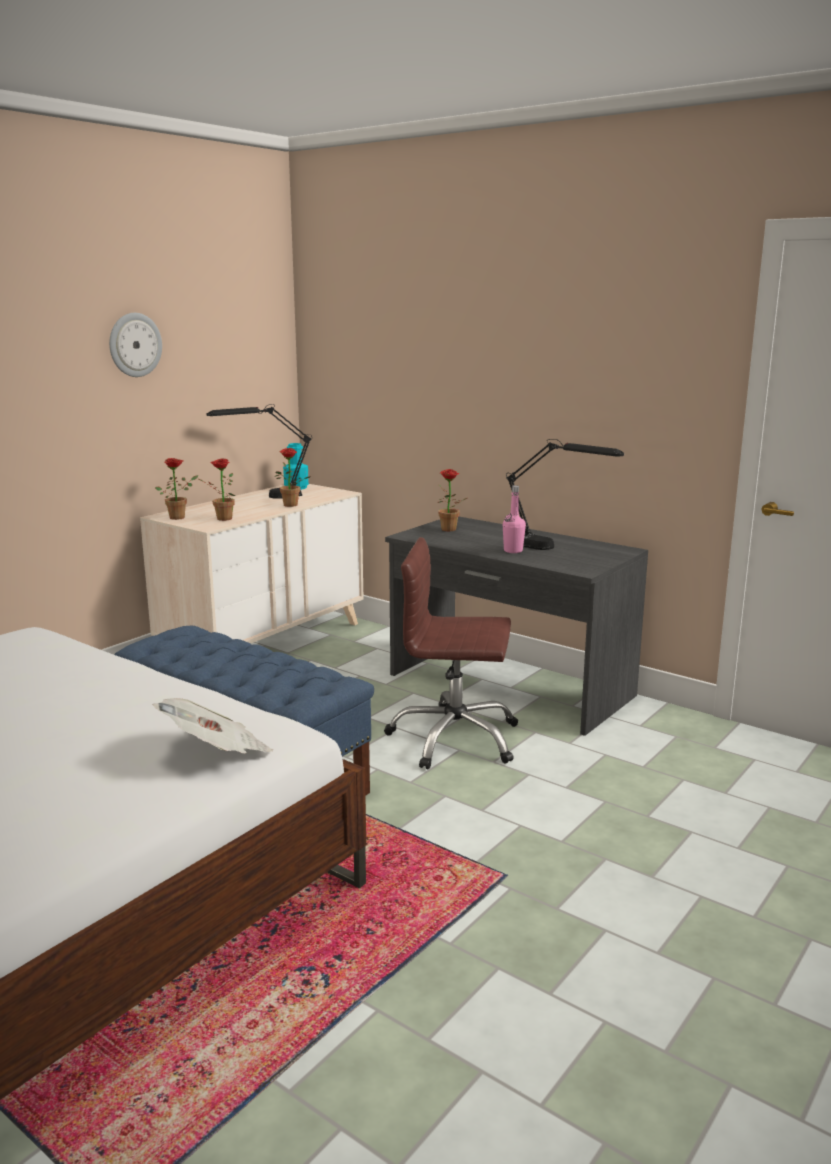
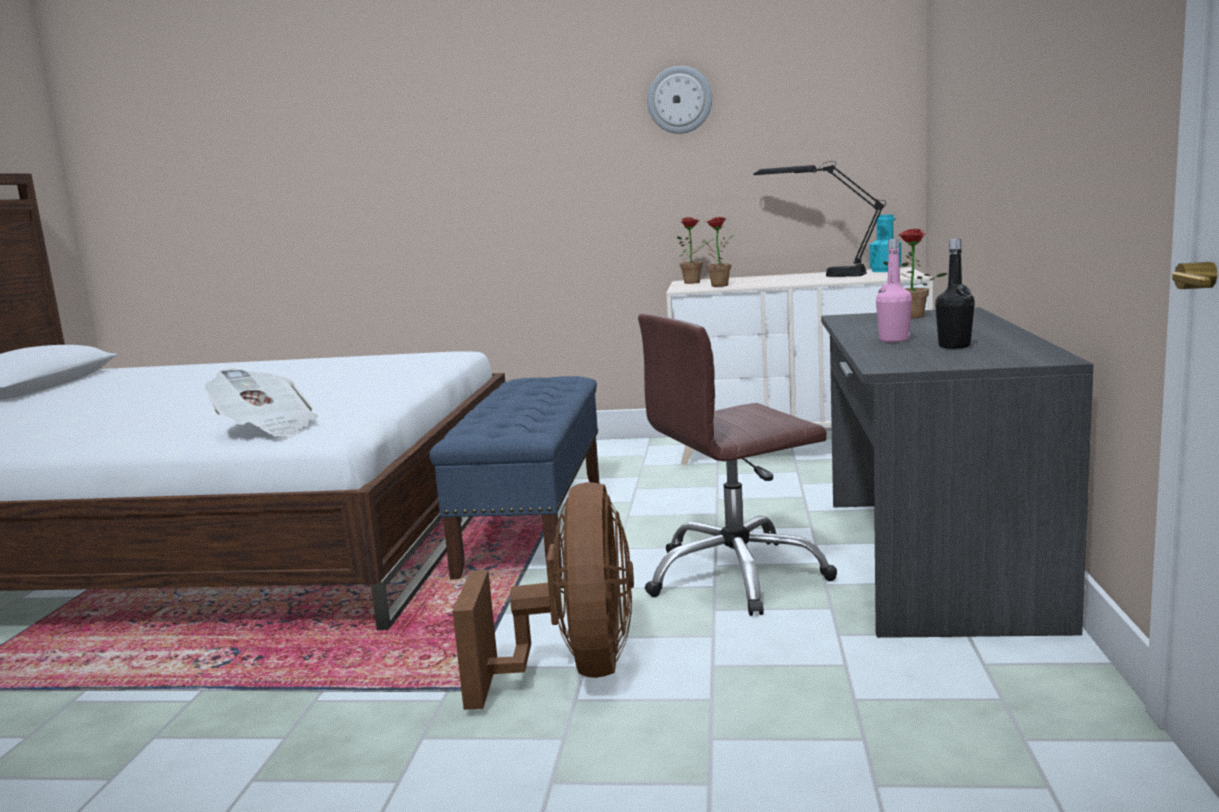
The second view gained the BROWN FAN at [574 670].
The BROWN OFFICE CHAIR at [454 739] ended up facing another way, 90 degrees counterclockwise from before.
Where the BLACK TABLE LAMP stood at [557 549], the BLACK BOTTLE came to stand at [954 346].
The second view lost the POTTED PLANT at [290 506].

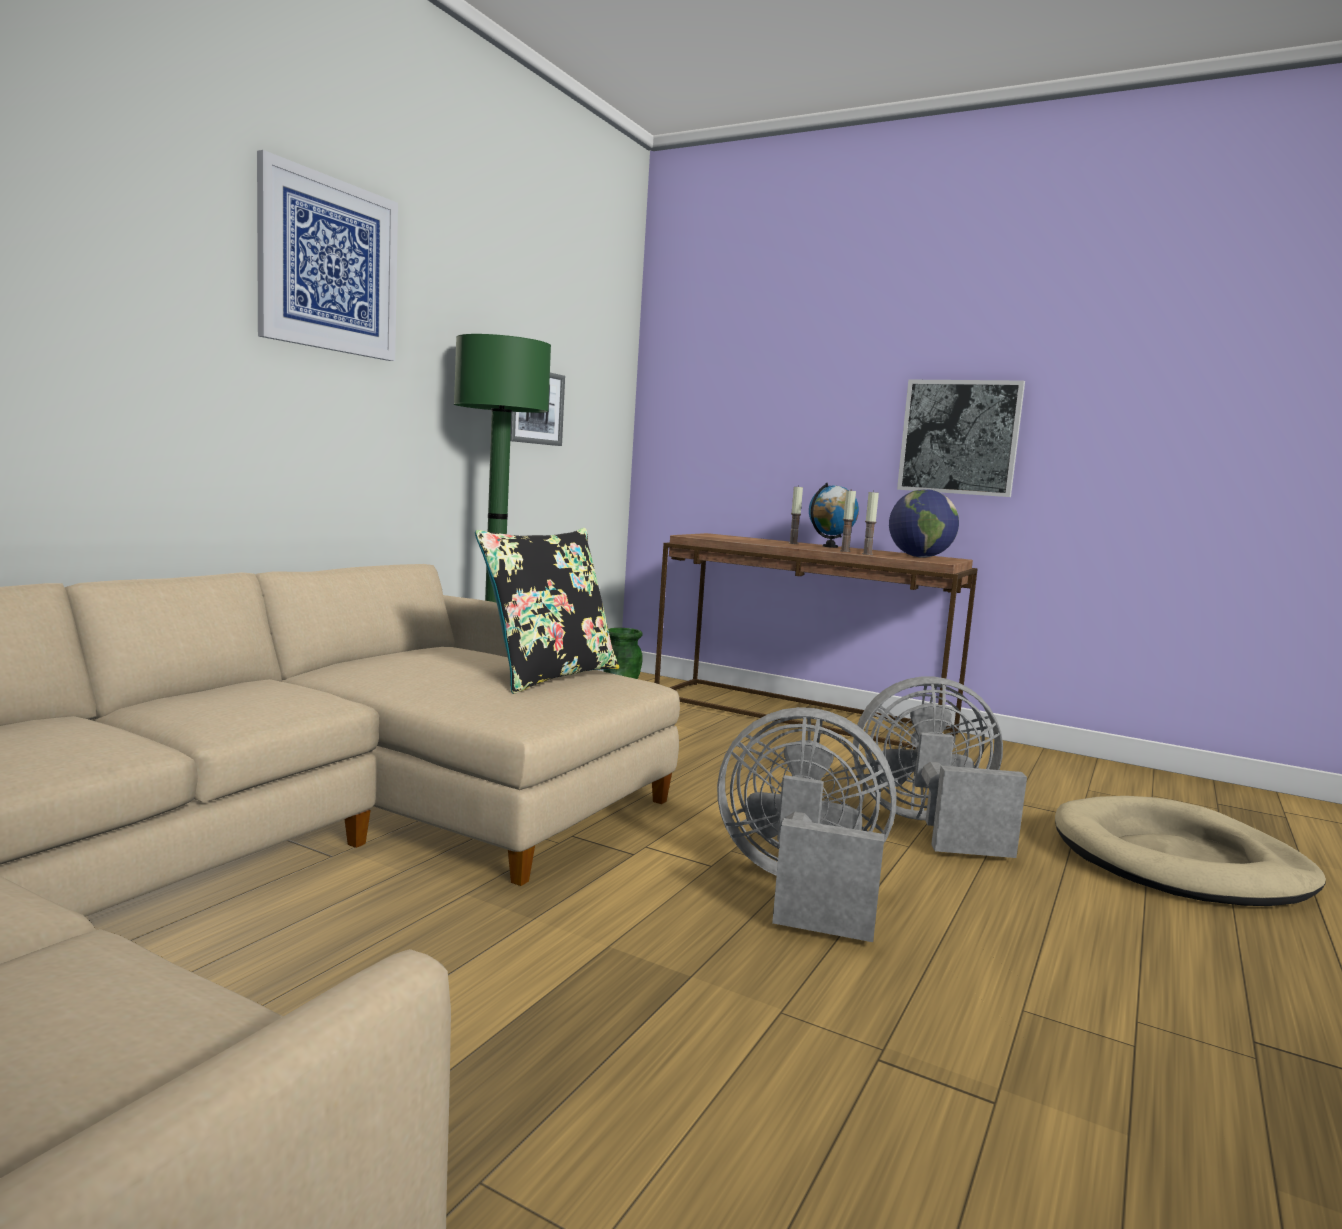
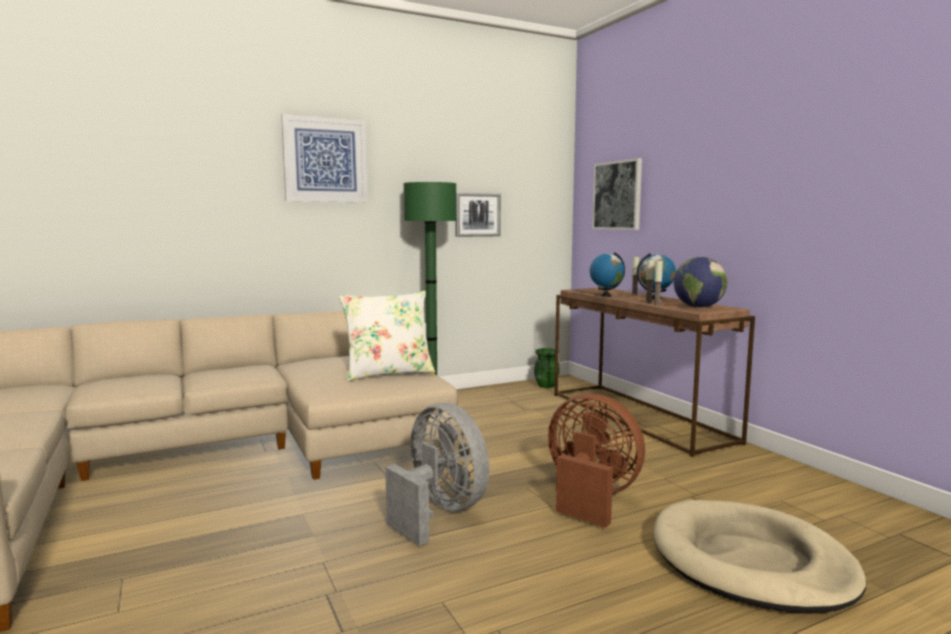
What was the BLACK PILLOW at [548 676] turned into the WHITE PILLOW at [388 373].
What was the GREY FAN at [928 826] turned into the BROWN FAN at [590 497].
The second view gained the GLOBE at [606 295].
The PICTURE ended up elsewhere, having gone from [959 437] to [617 195].

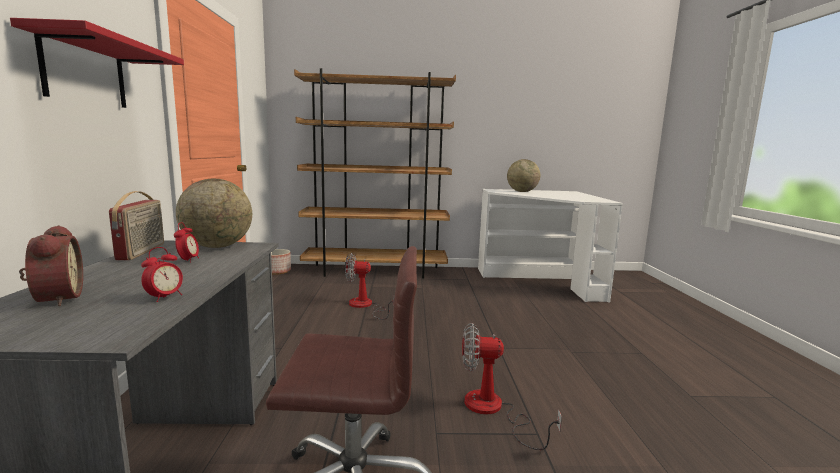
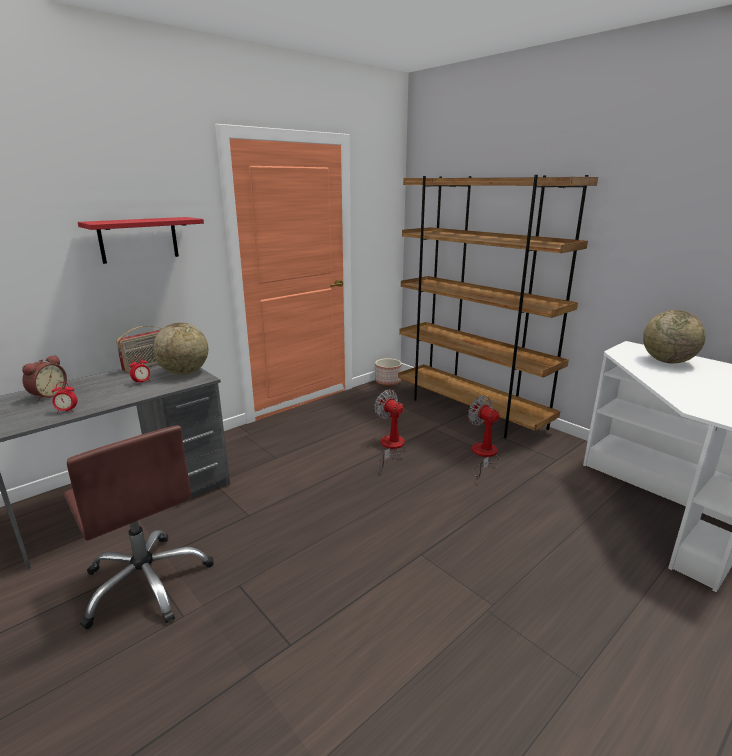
The FAN ended up elsewhere, having gone from [493 410] to [483 455].

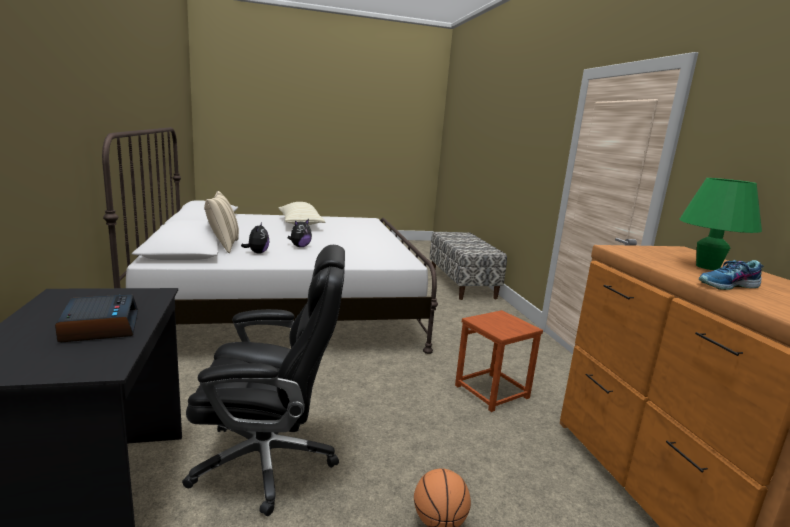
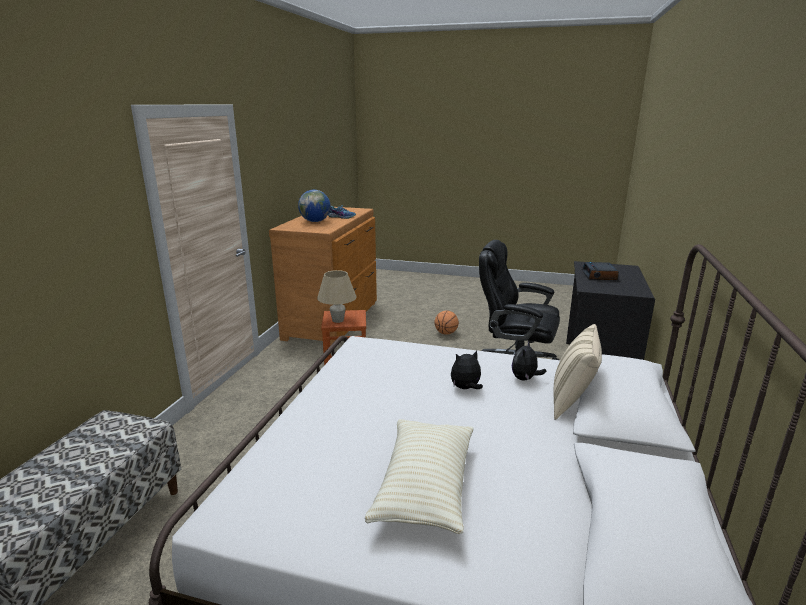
Where the GREEN TABLE LAMP stood at [707 267], the GLOBE came to stand at [315 221].
The second view gained the BEIGE TABLE LAMP at [338 320].

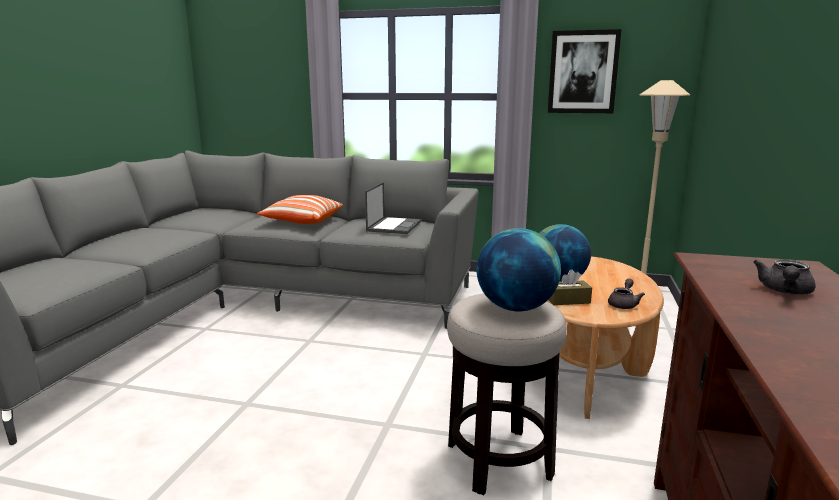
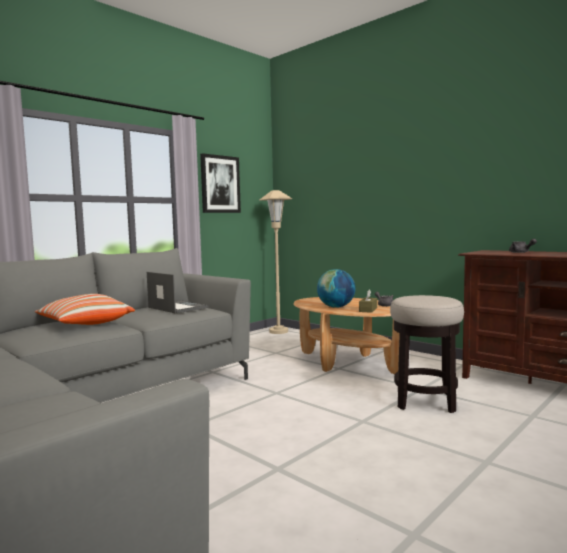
The second view lost the GLOBE at [515 308].

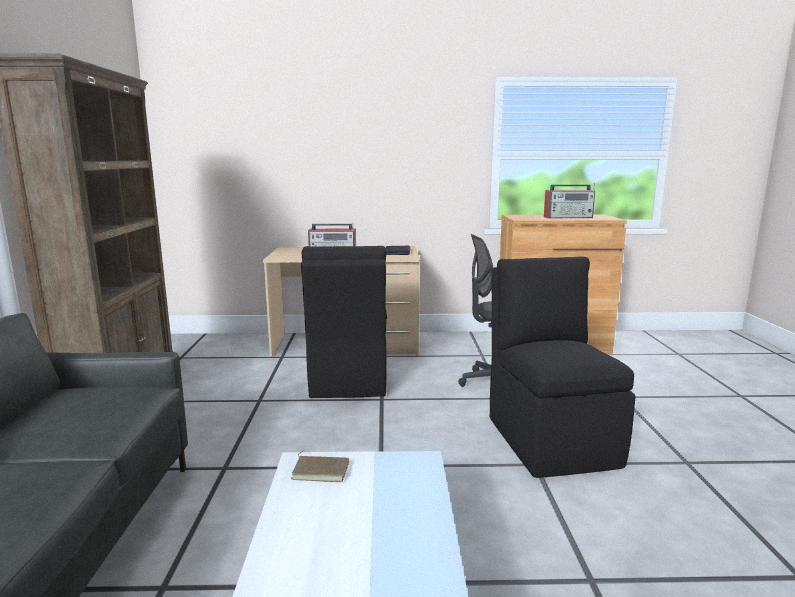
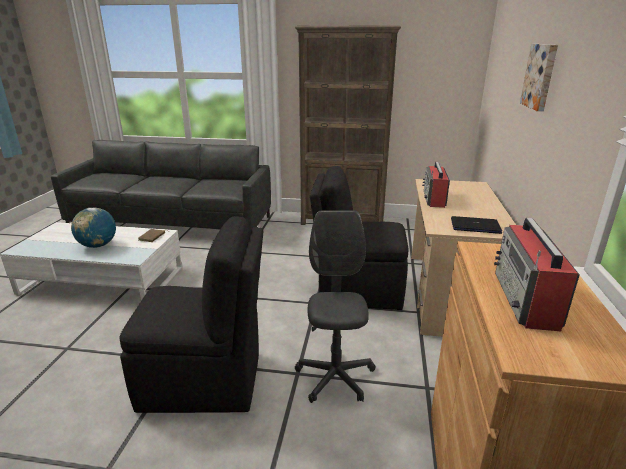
The second view gained the GLOBE at [98 245].
The second view gained the PICTURE at [541 76].

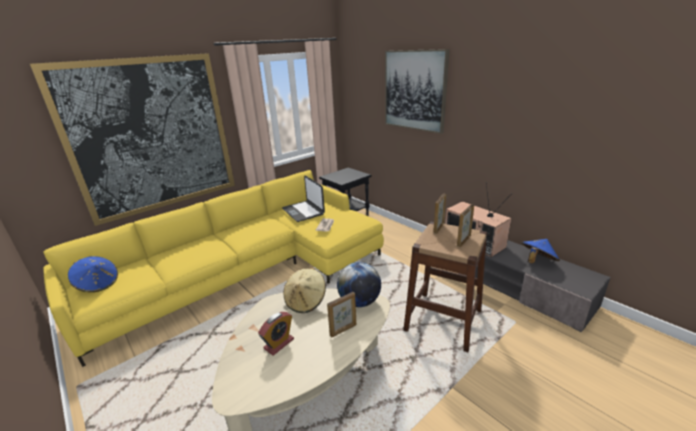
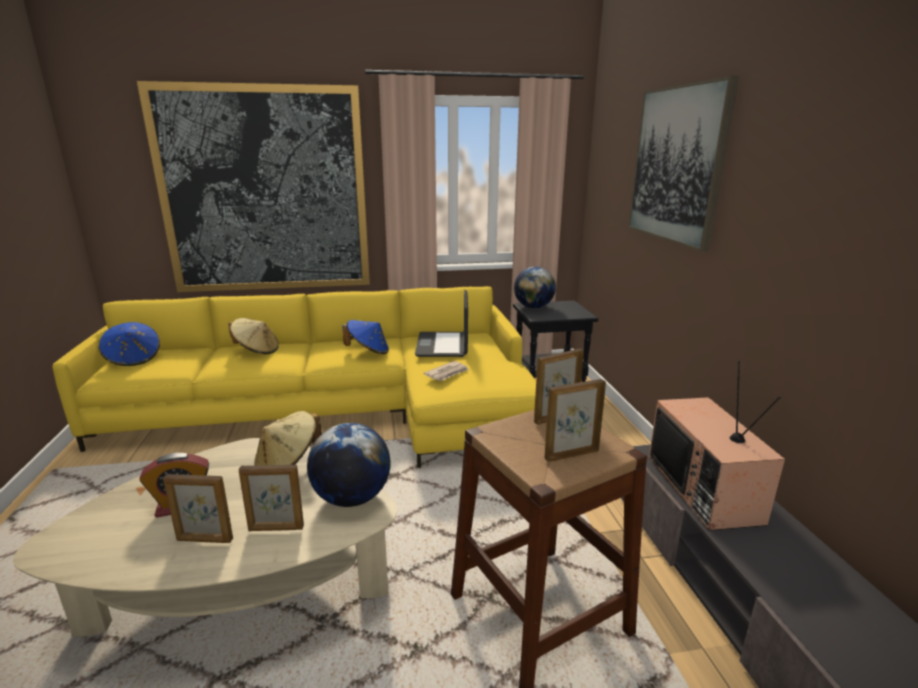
The second view gained the PICTURE FRAME at [204 540].
The second view gained the BEIGE HAT at [256 350].
The BLUE HAT ended up elsewhere, having gone from [537 261] to [368 352].
The second view gained the GLOBE at [533 307].

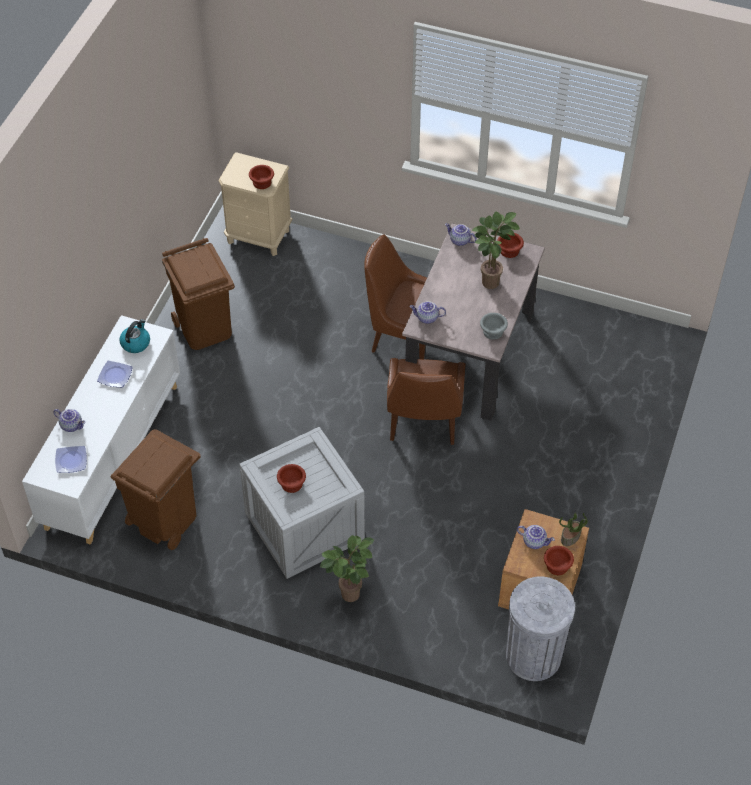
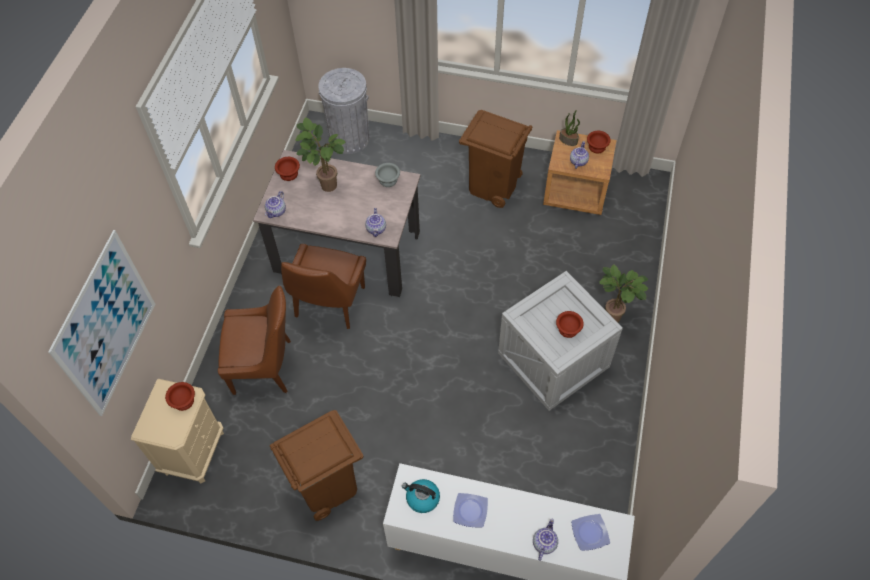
The second view gained the PICTURE at [106 325].
The BROWN CHAIR ended up elsewhere, having gone from [423 423] to [265 366].
The GREY TRASH CAN ended up elsewhere, having gone from [533 656] to [349 138].
The BROWN TRASH CAN ended up elsewhere, having gone from [164 520] to [493 186].

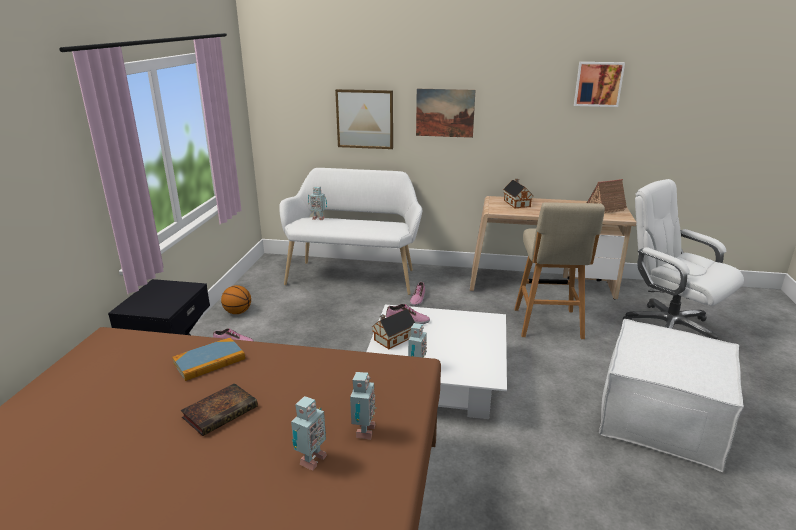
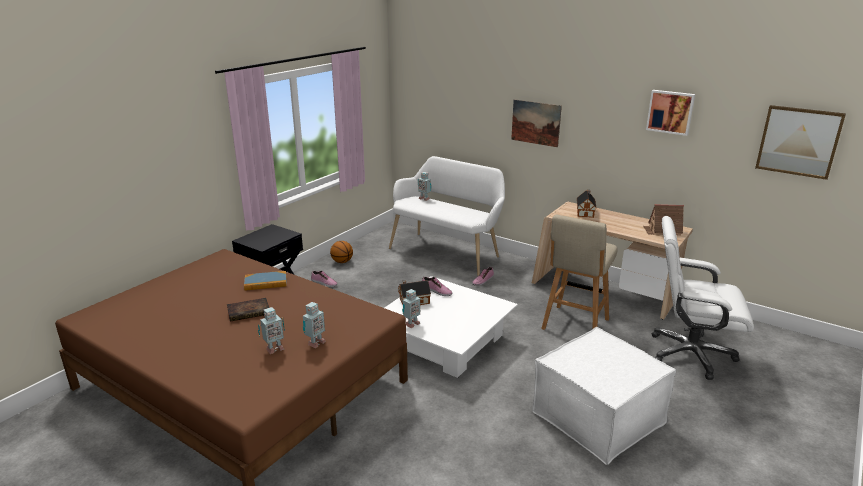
The WHITE OFFICE CHAIR at [668 327] ended up facing another way, 60 degrees counterclockwise from before.
The PICTURE ended up elsewhere, having gone from [365 119] to [798 141].

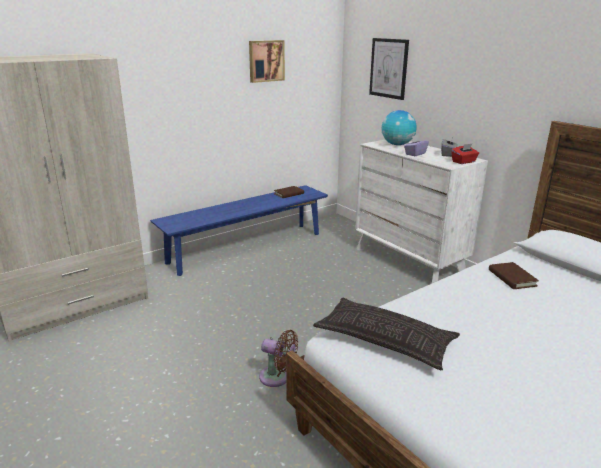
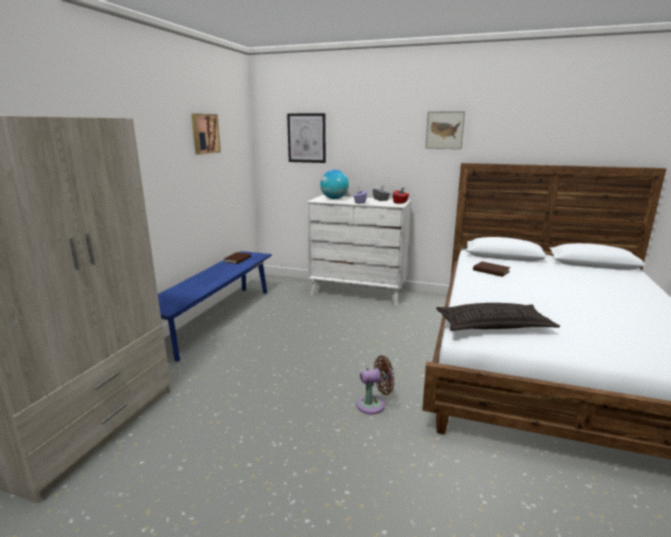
The second view gained the PICTURE at [444 130].

